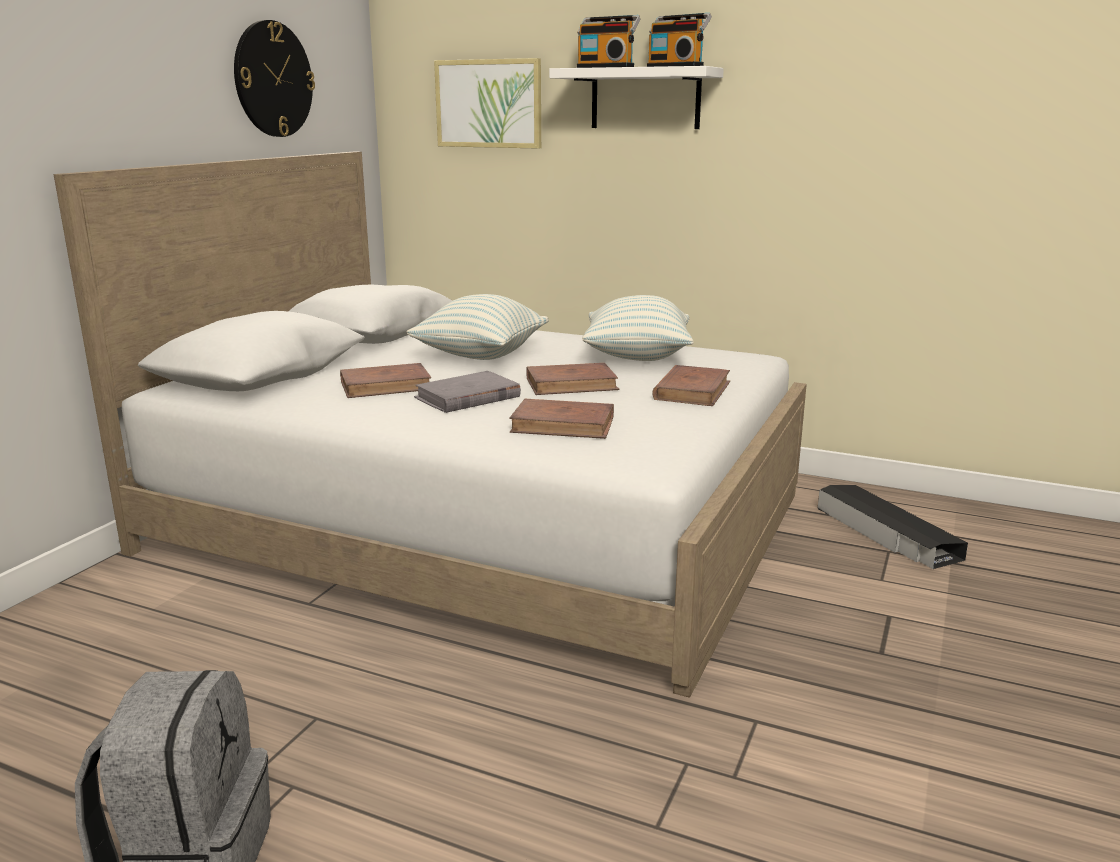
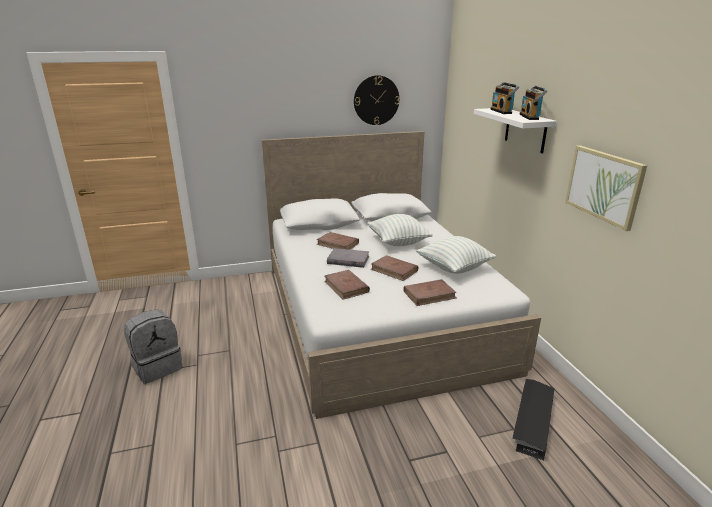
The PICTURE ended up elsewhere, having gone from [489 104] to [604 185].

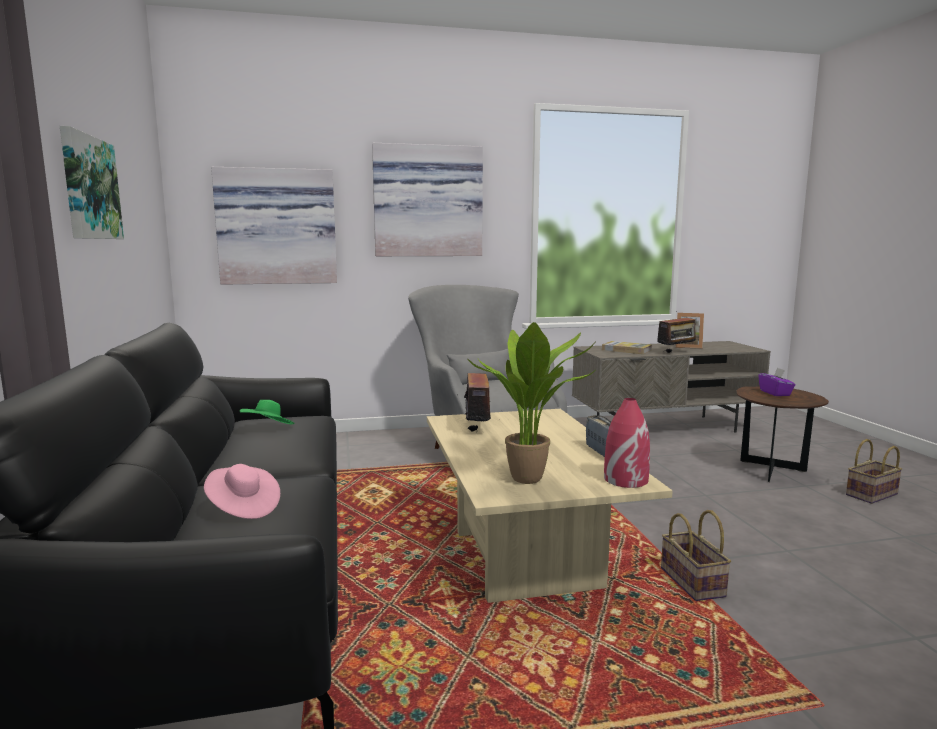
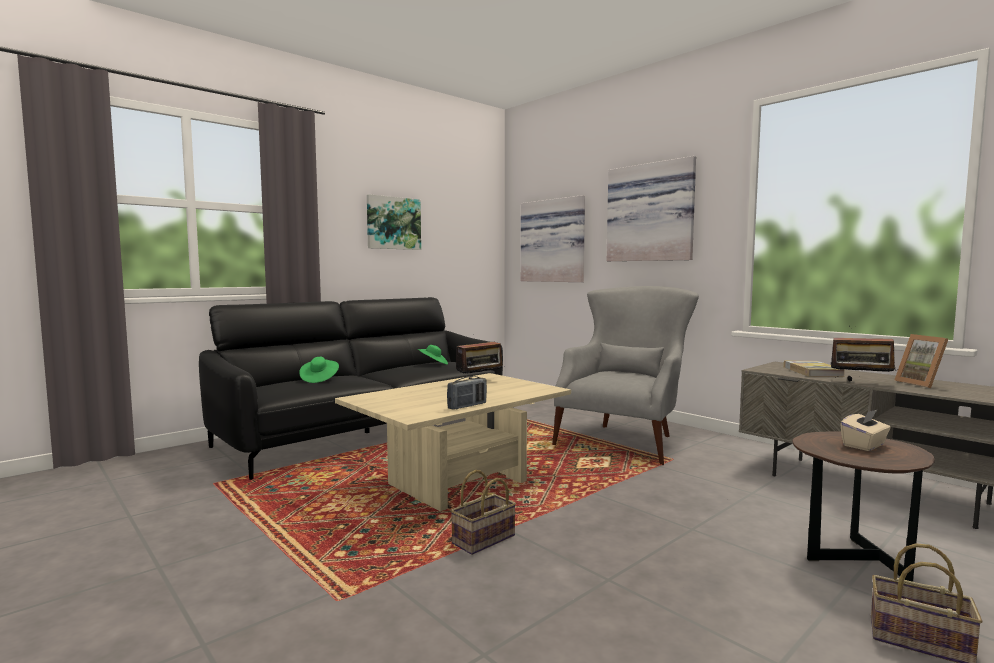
What was the PINK HAT at [243 508] turned into the GREEN HAT at [319 379].
What was the PURPLE TISSUE BOX at [775 393] turned into the BEIGE TISSUE BOX at [864 445].
The second view lost the POTTED PLANT at [532 480].
The second view lost the RED VASE at [625 479].

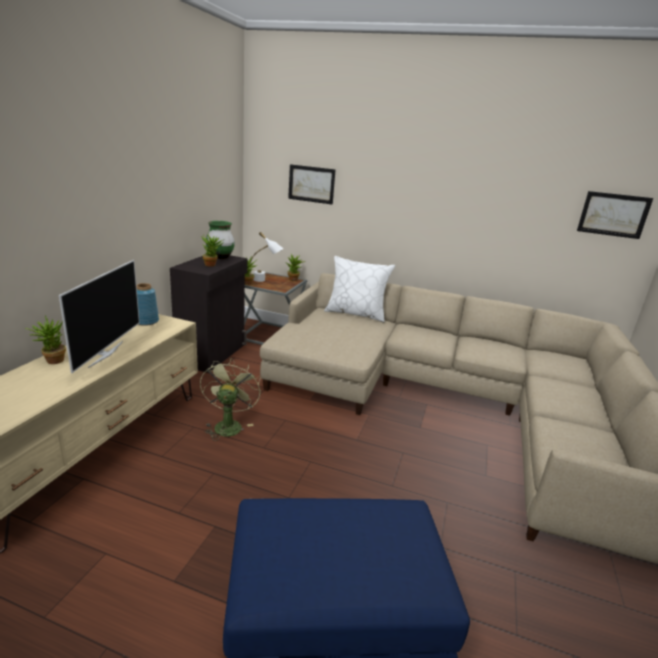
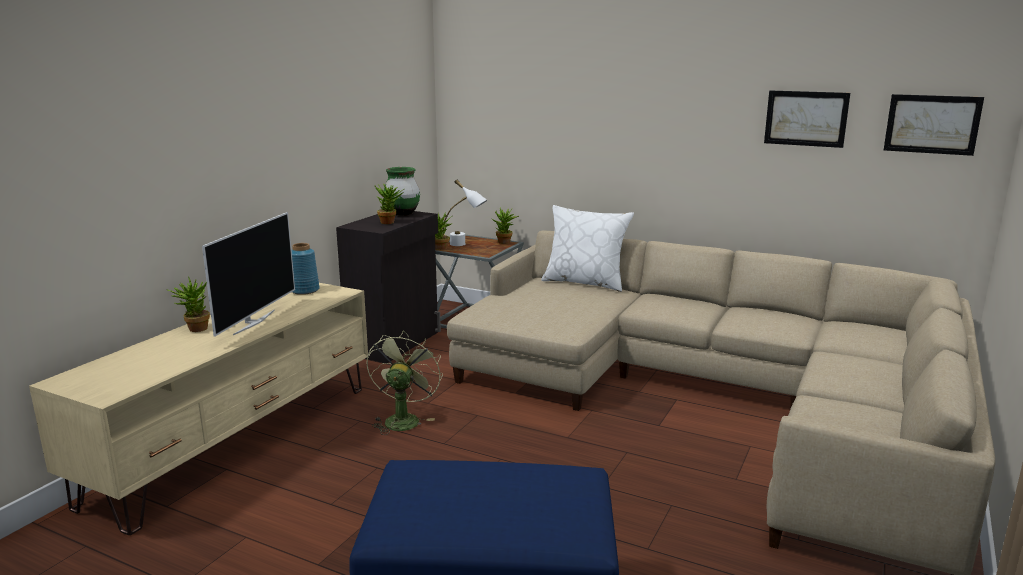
The PICTURE ended up elsewhere, having gone from [311 184] to [806 118].

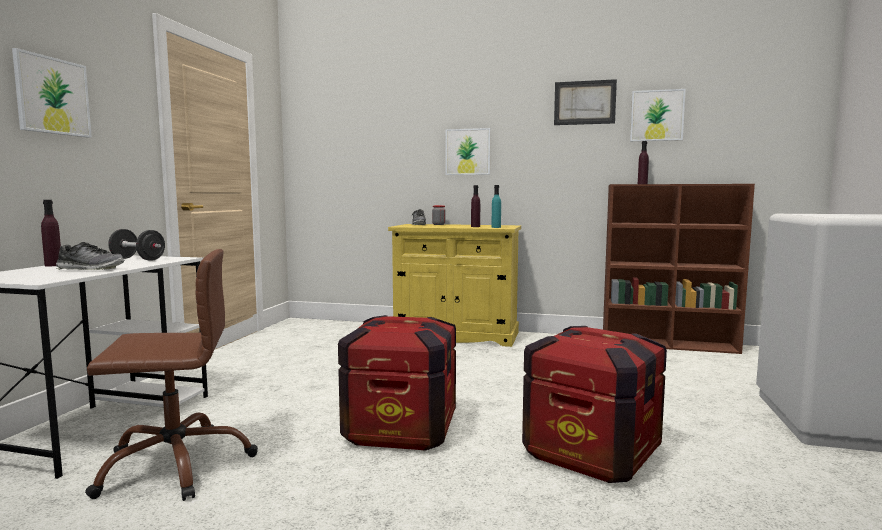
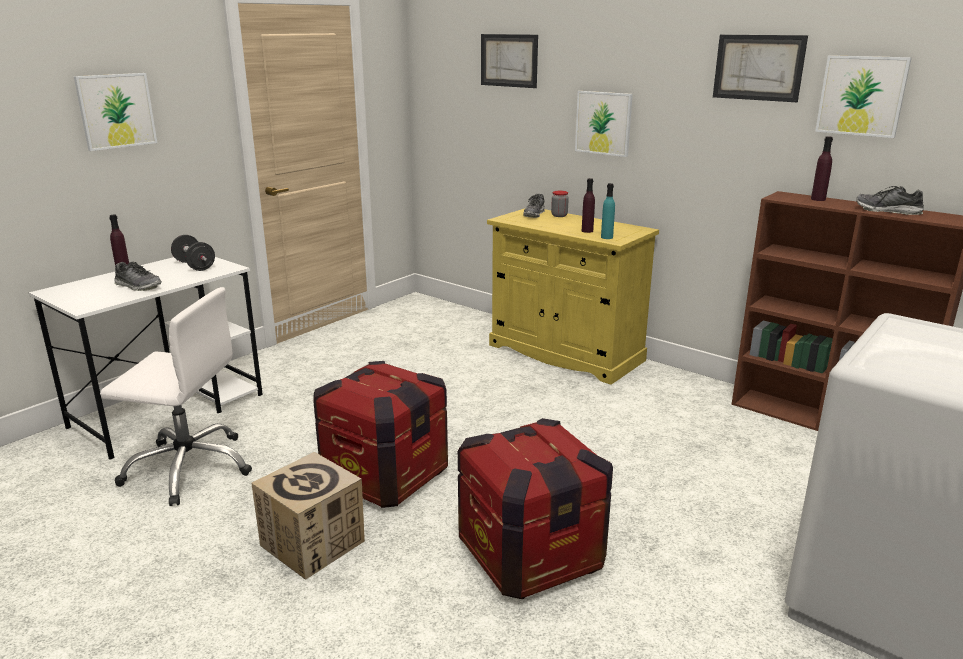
What was the BROWN OFFICE CHAIR at [176 464] turned into the WHITE OFFICE CHAIR at [189 467].
The second view gained the CARDBOARD BOX at [313 543].
The second view gained the PICTURE at [509 60].
The second view gained the SHOE at [888 211].

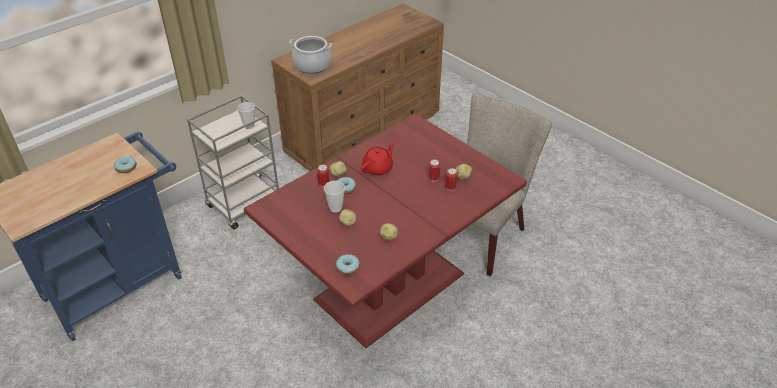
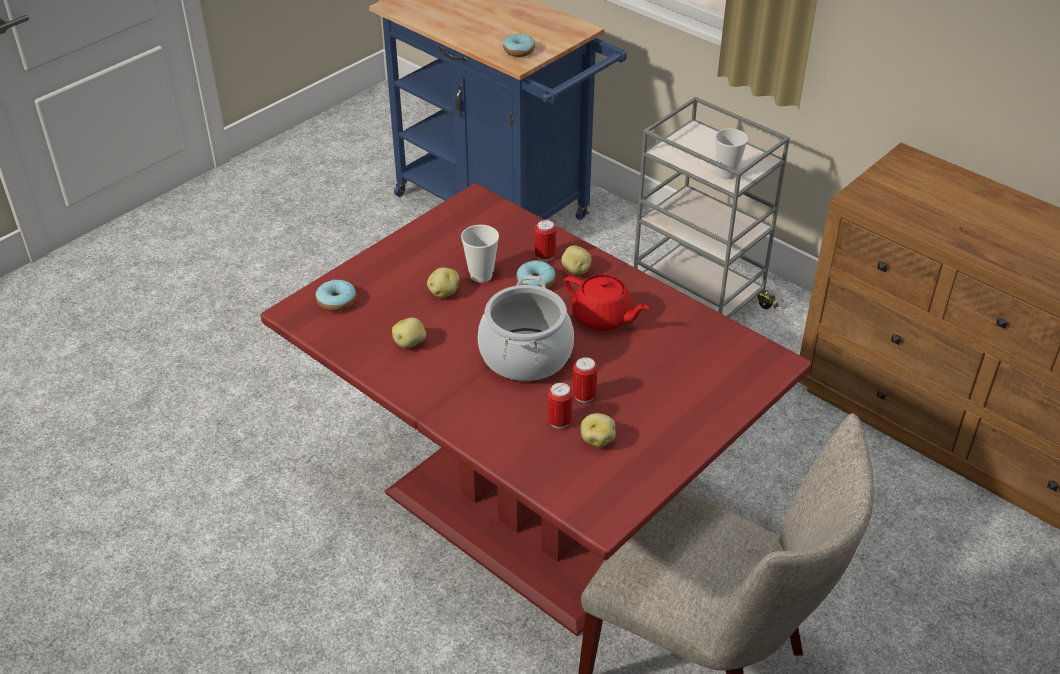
The COOKING POT ended up elsewhere, having gone from [312 65] to [526 355].

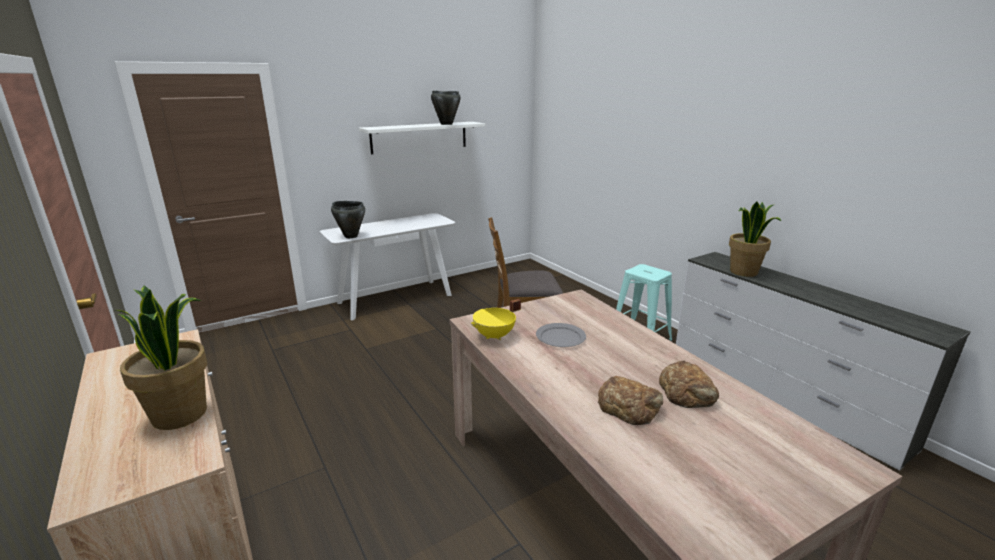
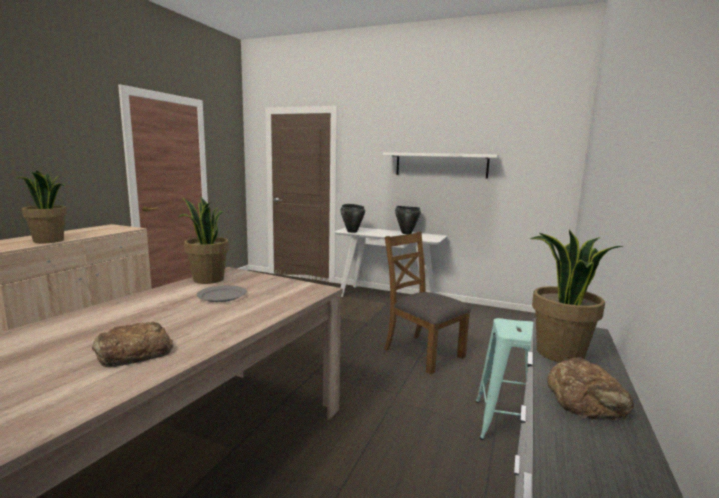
Where the YELLOW COOKING POT stood at [495 336], the POTTED PLANT came to stand at [207 279].
The BLACK COOKING POT ended up elsewhere, having gone from [446 124] to [406 233].
The BREAD ended up elsewhere, having gone from [628 406] to [587 398].

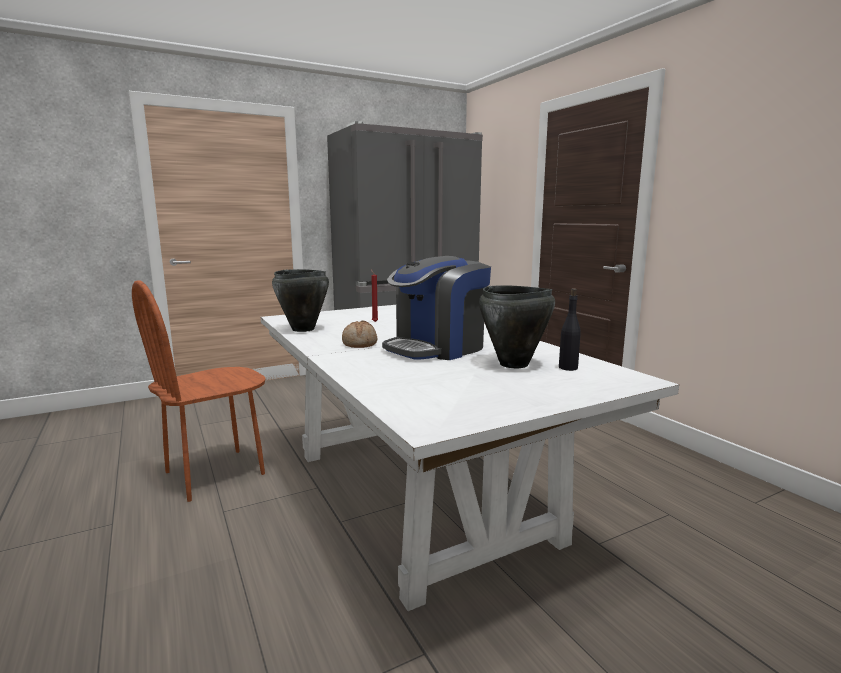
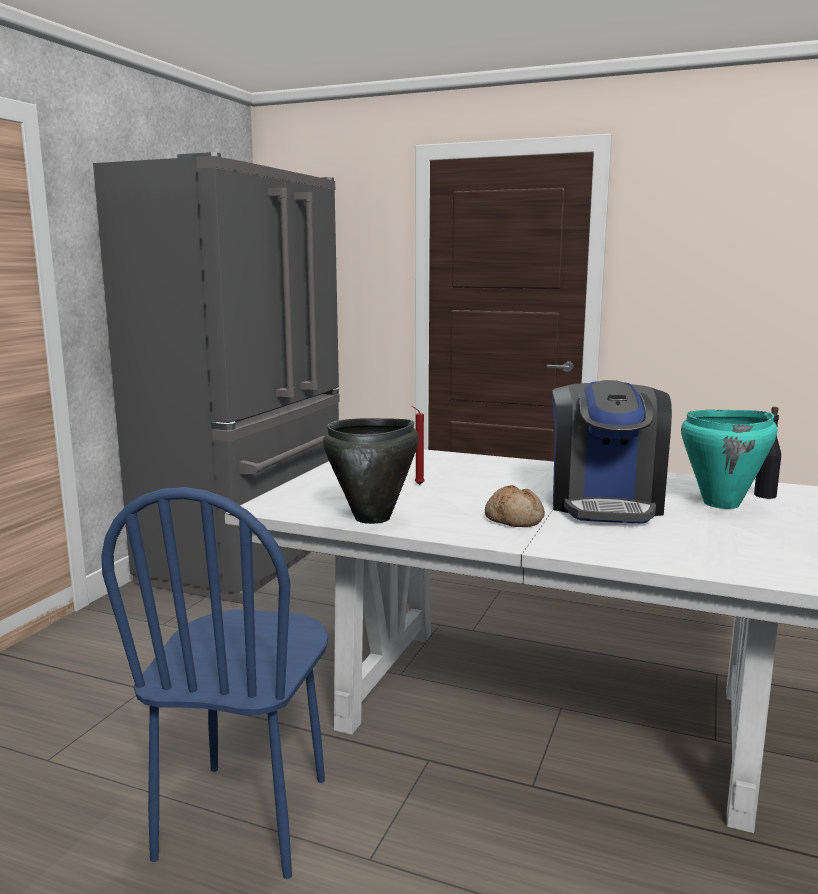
What was the BROWN CHAIR at [215 473] turned into the BLUE CHAIR at [245 817].
What was the BLACK COOKING POT at [514 364] turned into the TURQUOISE COOKING POT at [722 504].

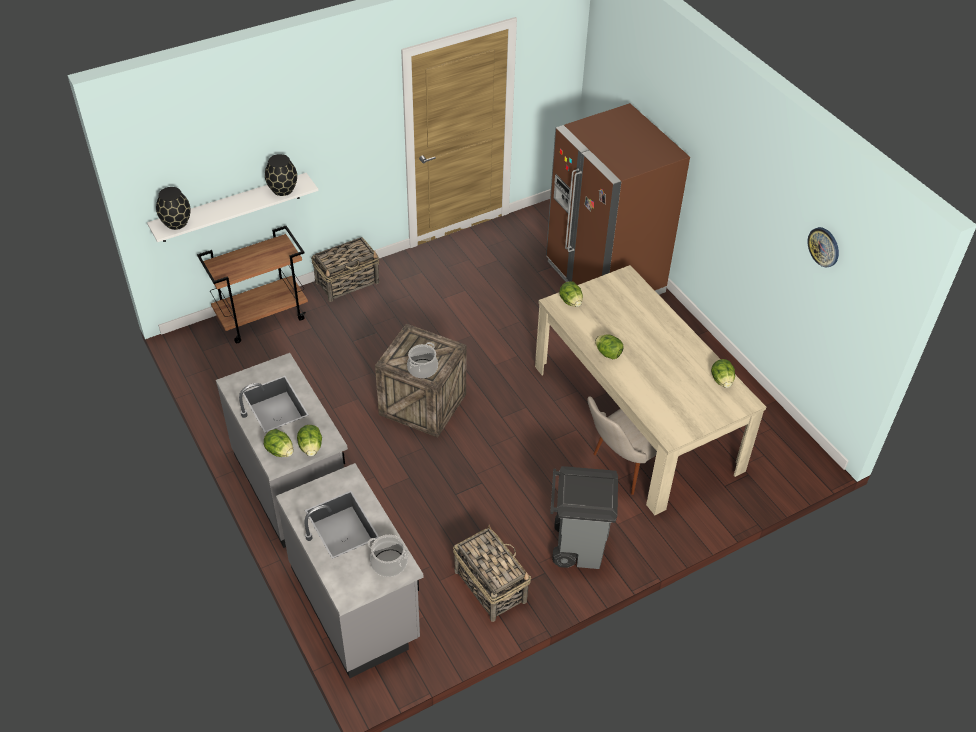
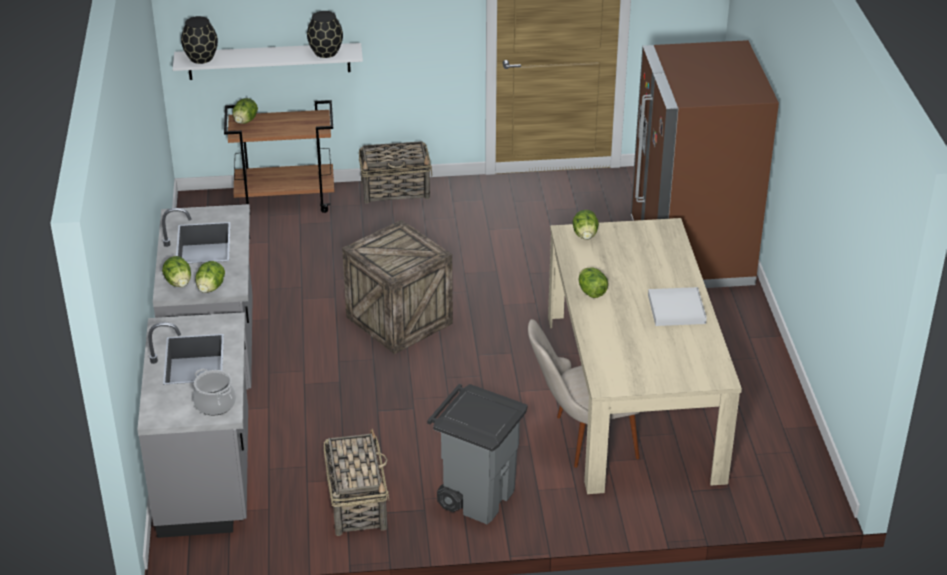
The LETTUCE ended up elsewhere, having gone from [722 381] to [245 121].
The second view gained the WHITE TRAY at [676 309].
The second view lost the COOKING POT at [422 369].
The second view lost the WALL CLOCK at [824 246].

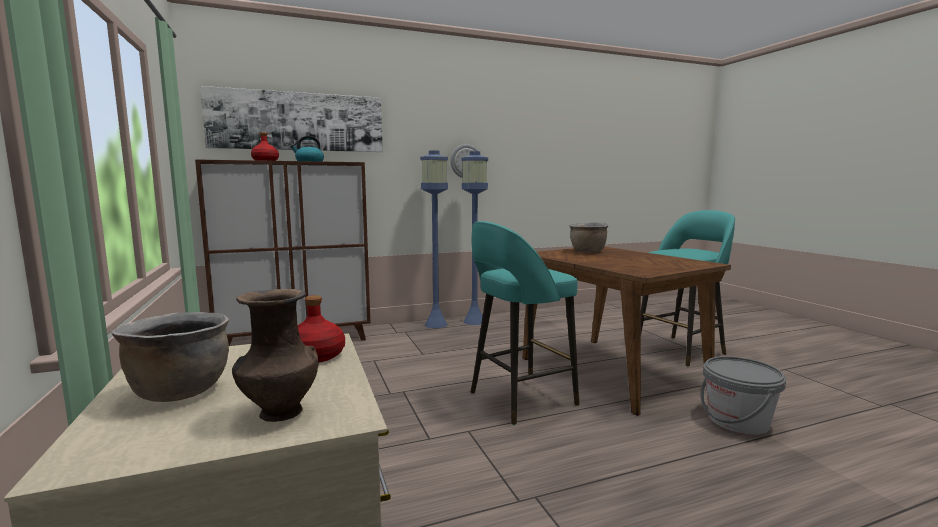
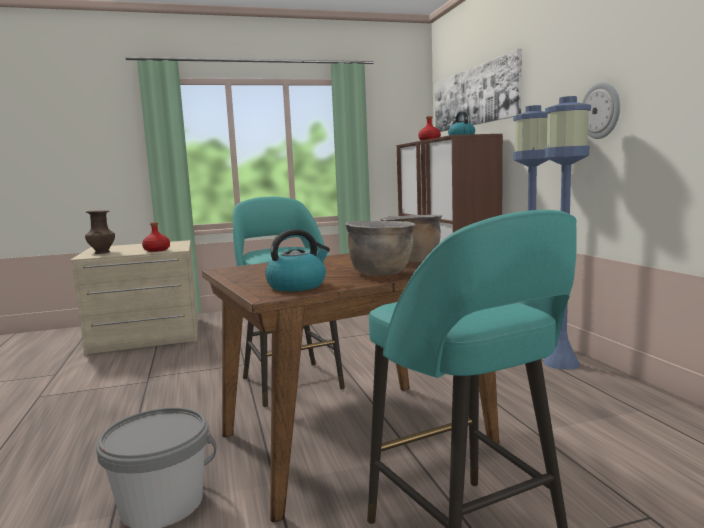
The second view gained the KETTLE at [297 286].
The BROWN COOKING POT ended up elsewhere, having gone from [180 391] to [381 273].

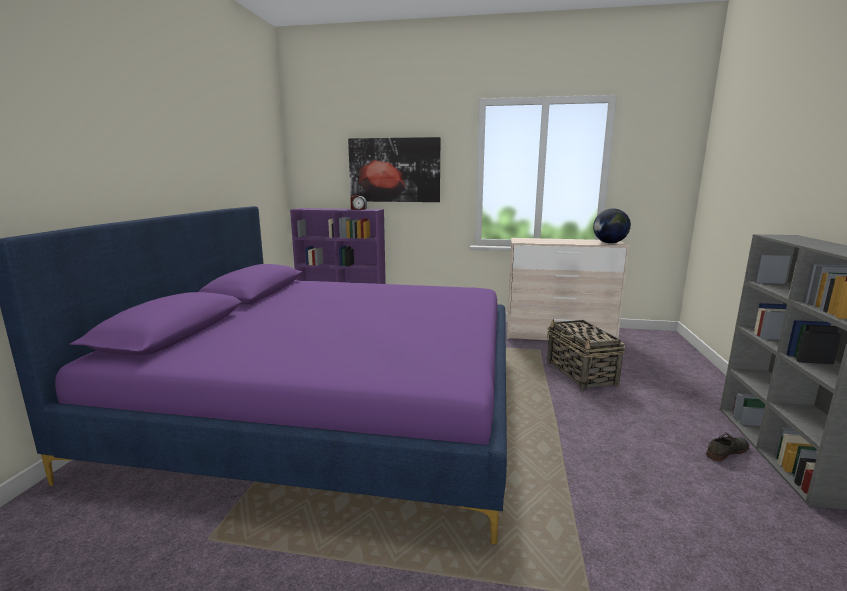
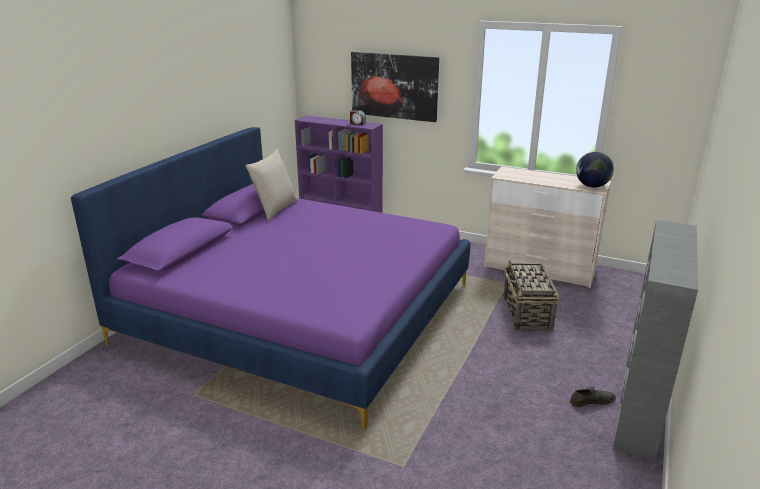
The second view gained the BEIGE PILLOW at [275 209].

